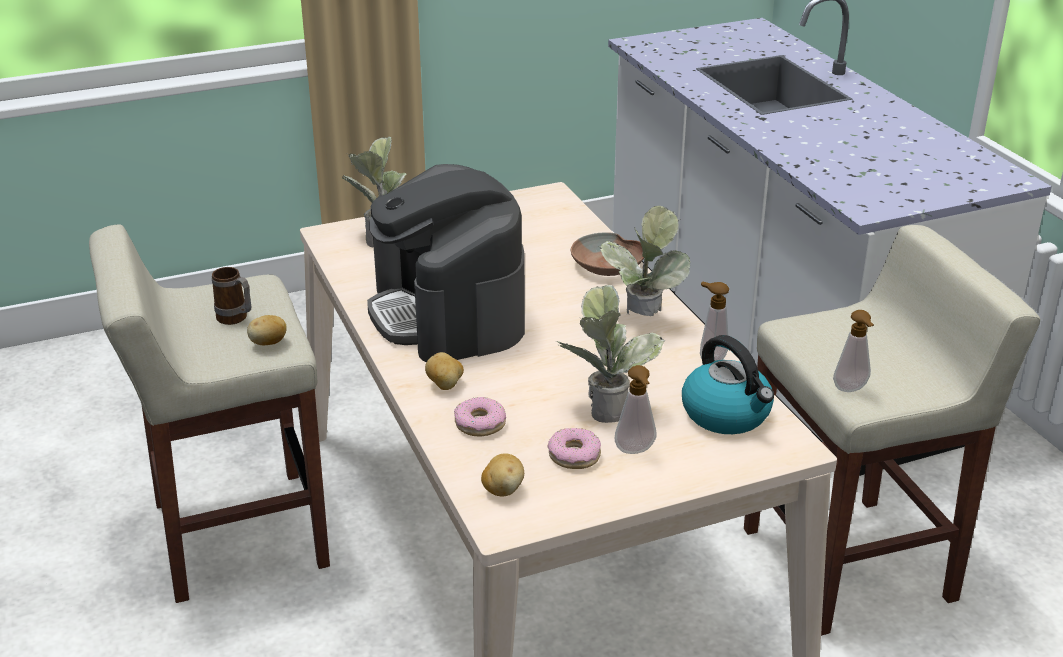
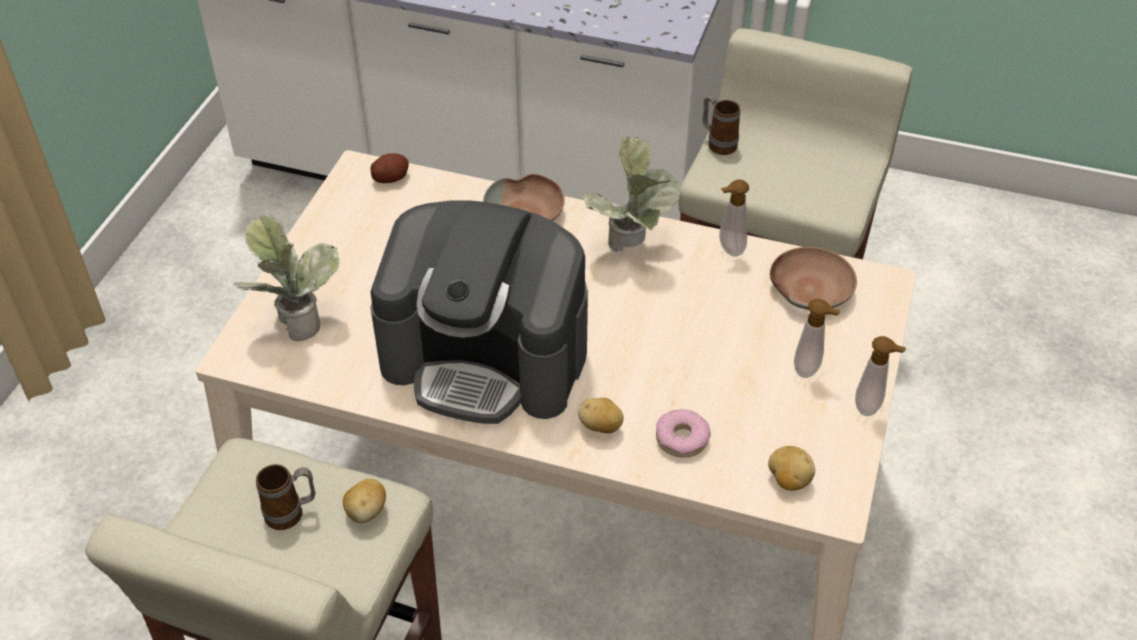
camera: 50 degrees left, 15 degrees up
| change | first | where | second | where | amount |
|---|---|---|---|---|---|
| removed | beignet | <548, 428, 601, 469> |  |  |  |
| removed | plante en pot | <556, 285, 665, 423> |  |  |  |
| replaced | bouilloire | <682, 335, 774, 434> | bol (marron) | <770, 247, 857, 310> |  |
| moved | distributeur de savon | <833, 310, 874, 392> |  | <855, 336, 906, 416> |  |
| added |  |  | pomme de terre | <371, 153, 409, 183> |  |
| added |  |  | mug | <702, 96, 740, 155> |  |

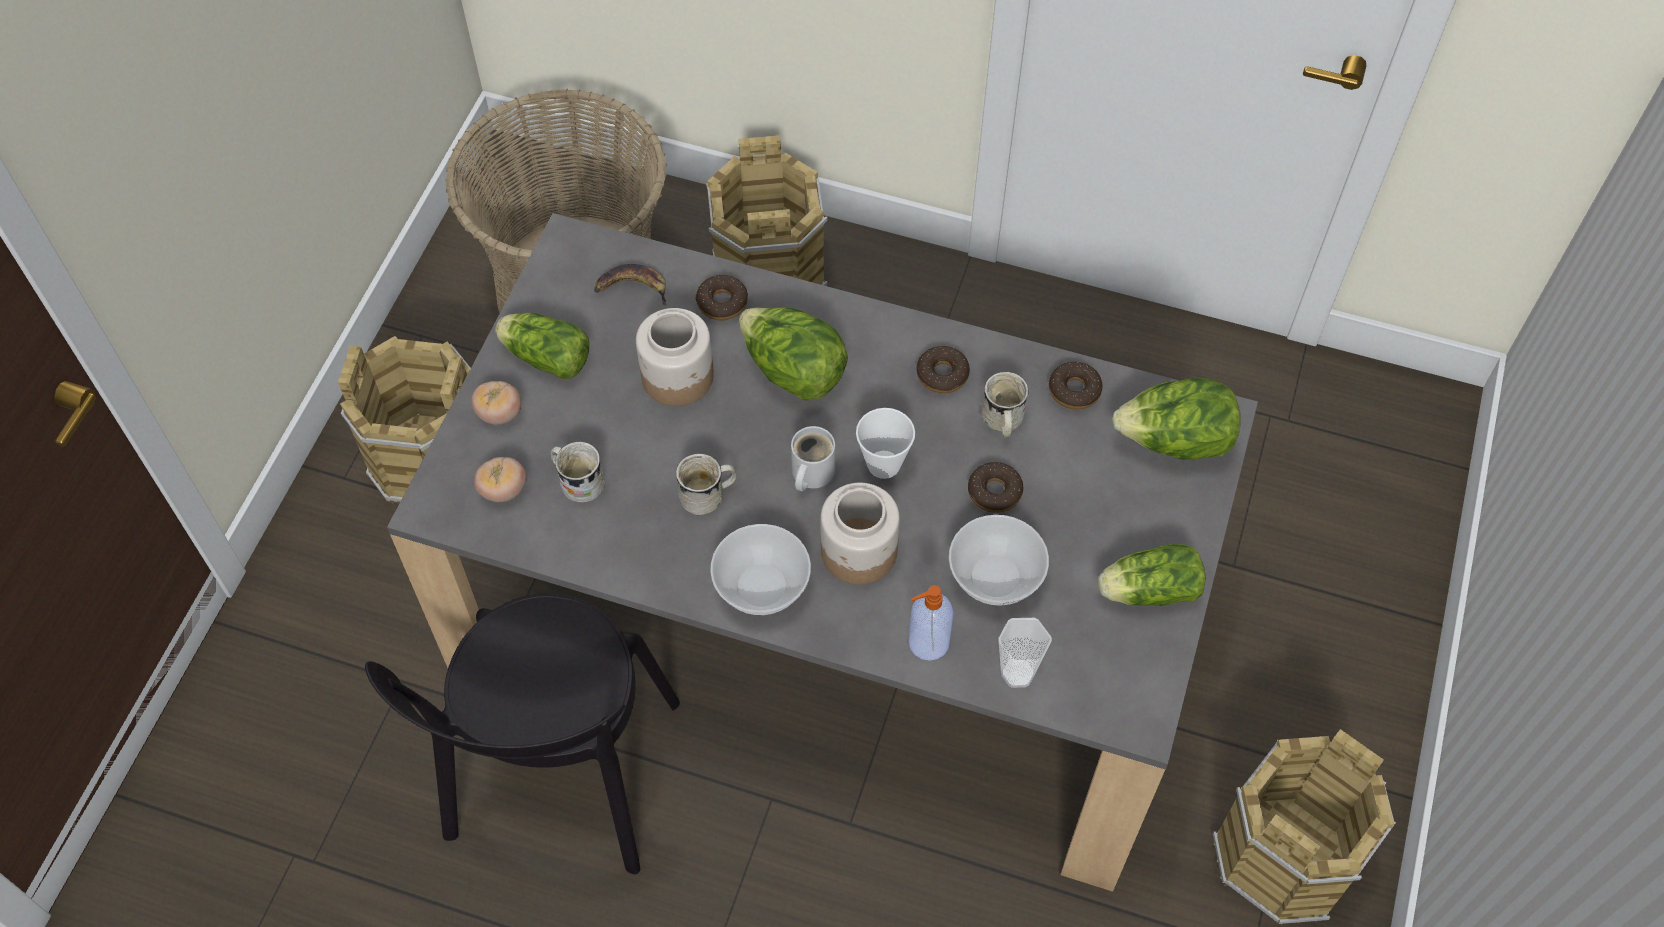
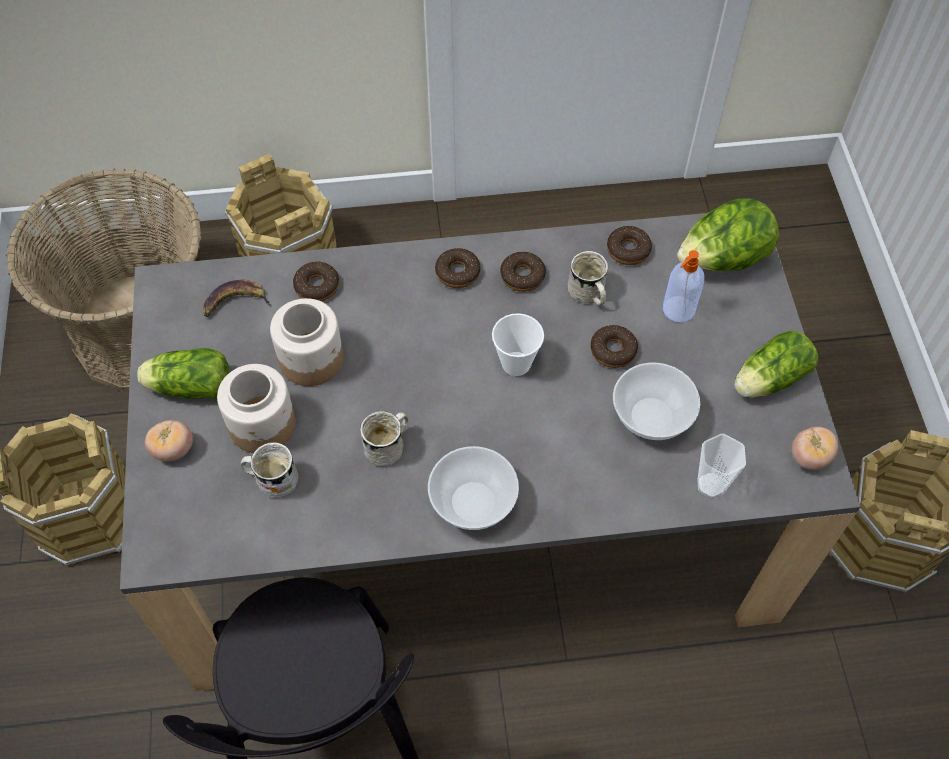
camera: 25 degrees left, 0 degrees up
| change | first | where | second | where | amount |
|---|---|---|---|---|---|
| moved | tomate | <474, 457, 526, 502> |  | <792, 427, 838, 470> |  |
| removed | laitue | <739, 307, 848, 401> |  |  |  |
| removed | mug (blanc) | <791, 426, 835, 491> |  |  |  |
| moved | bocal | <820, 483, 900, 585> |  | <217, 364, 296, 453> |  |
| moved | distributeur de savon | <908, 585, 954, 661> |  | <663, 250, 704, 322> |  |
| added |  |  | beignet | <435, 248, 480, 288> |  |

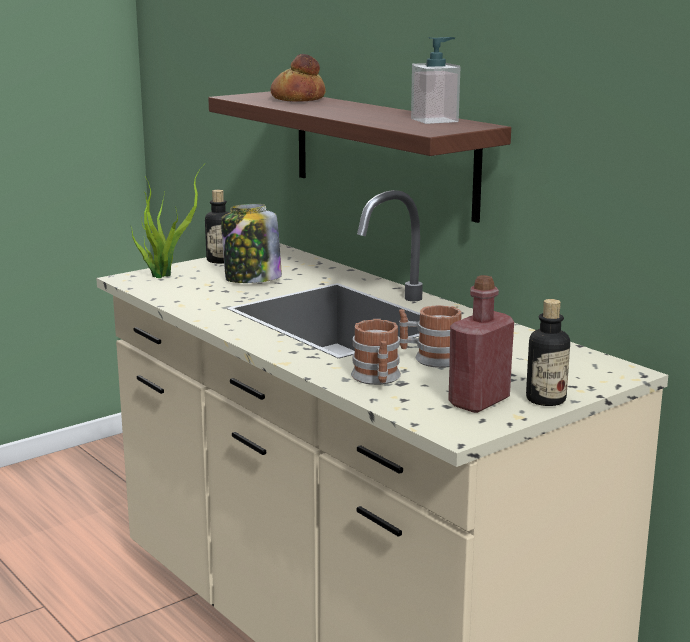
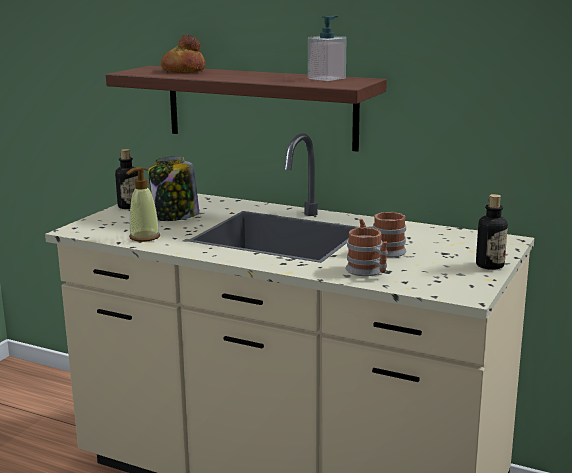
camera: 25 degrees left, 0 degrees up
| change | first | where | second | where | amount |
|---|---|---|---|---|---|
| removed | plante en pot | <130, 165, 204, 278> |  |  |  |
| removed | bouteille (rouge) | <448, 275, 514, 413> |  |  |  |
| added |  |  | distributeur de savon | <126, 167, 160, 242> |  |

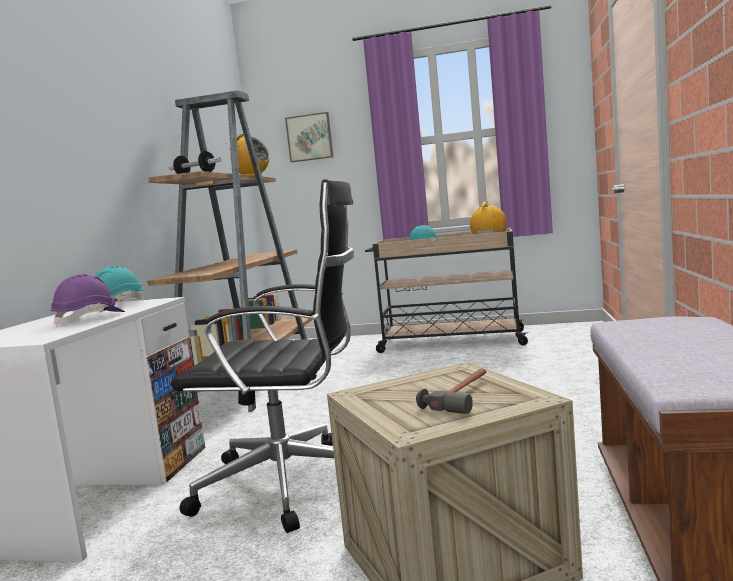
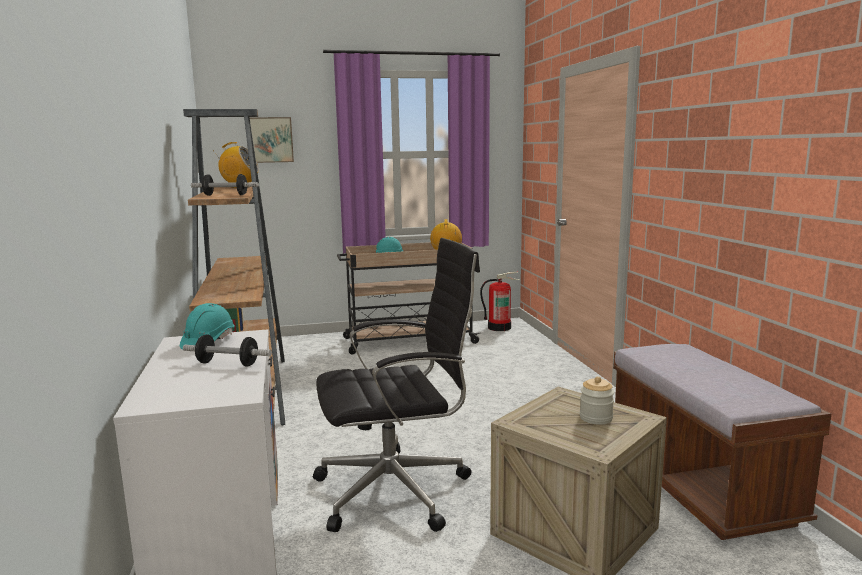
camera: 25 degrees left, 5 degrees up
| change | first | where | second | where | amount |
|---|---|---|---|---|---|
| replaced | casque de chantier (violet) | <51, 274, 125, 327> | haltère | <183, 334, 272, 367> |  |
| replaced | marteau | <416, 369, 486, 414> | bocal | <580, 376, 614, 425> |  |
| added |  |  | extincteur | <480, 271, 520, 331> |  |

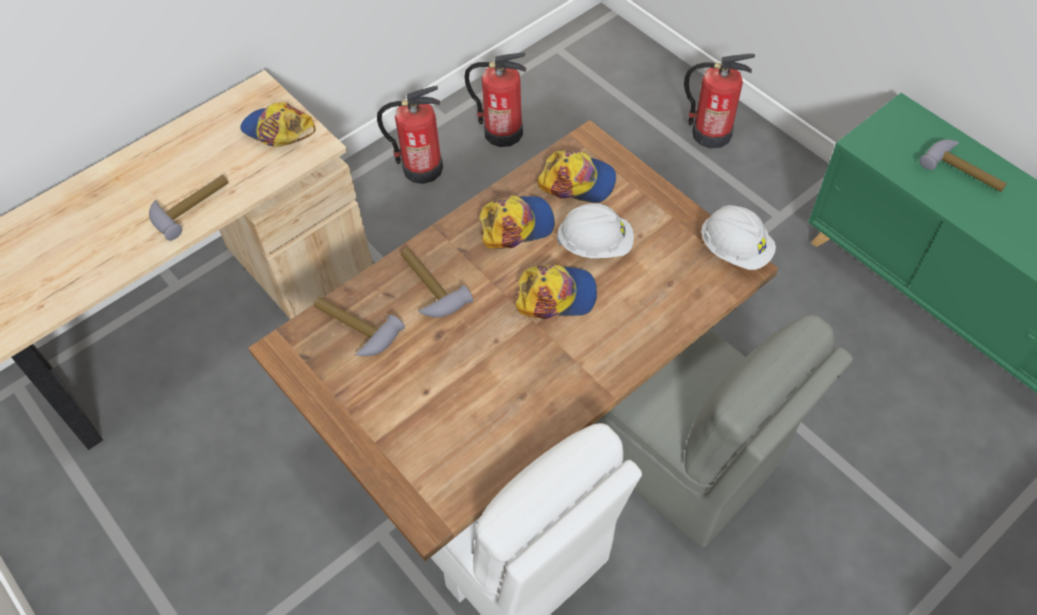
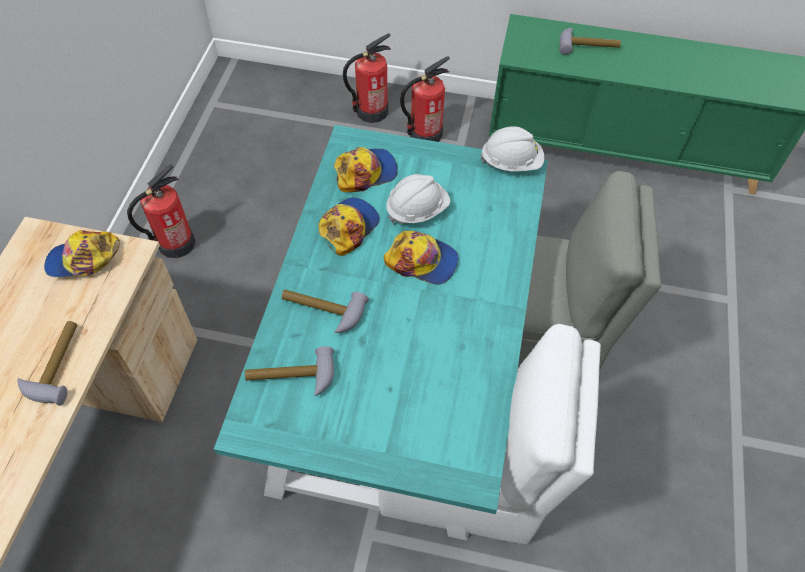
camera: 40 degrees left, 0 degrees up
| change | first | where | second | where | amount |
|---|---|---|---|---|---|
| recoloured | table à manger (marron) | <248, 120, 778, 602> | table à manger (turquoise) | <214, 125, 548, 541> |  |
| moved | extincteur | <464, 53, 526, 147> |  | <400, 56, 450, 142> |  |
| turned | casquette | <515, 265, 597, 319> |  | <384, 231, 459, 285> | 60 degrees clockwise |

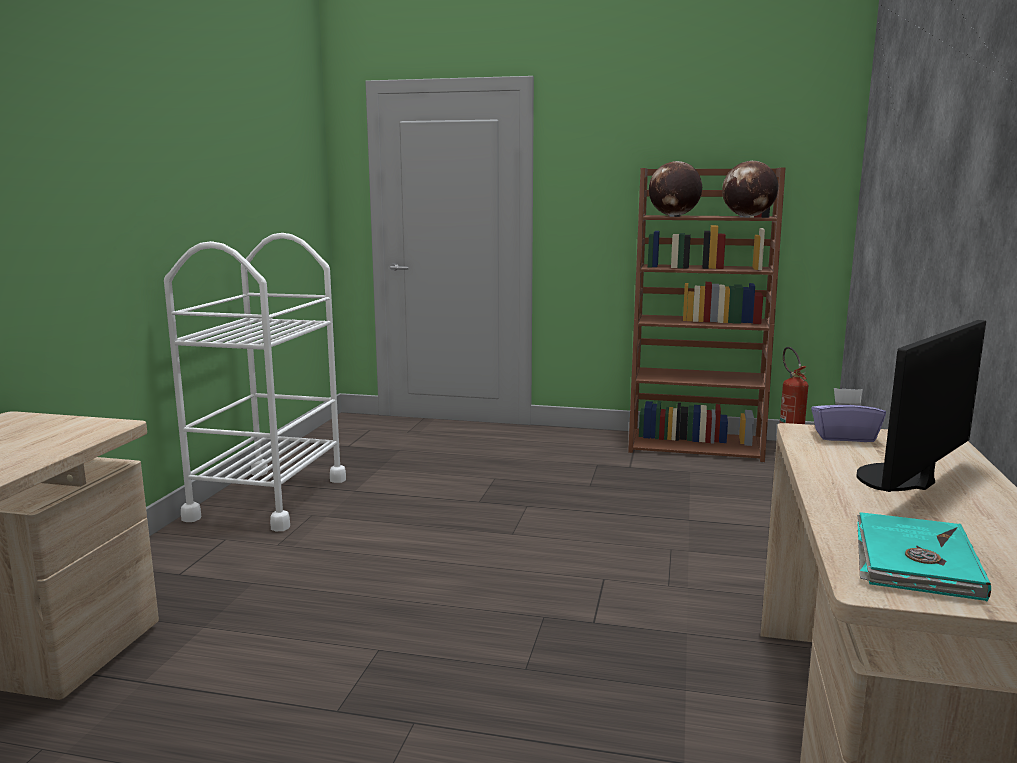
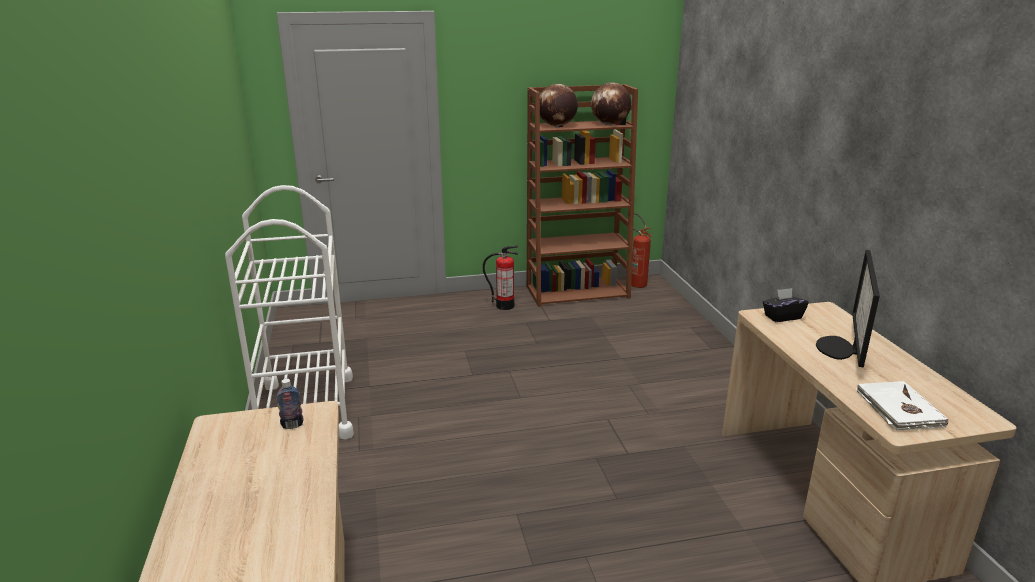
camera: 25 degrees left, 10 degrees up
| change | first | where | second | where | amount |
|---|---|---|---|---|---|
| recoloured | boîte à mouchoirs (violet) | <811, 388, 886, 442> | boîte à mouchoirs (noir) | <763, 288, 809, 322> |  |
| recoloured | livre (turquoise) | <857, 512, 991, 601> | livre (blanc) | <856, 381, 948, 431> |  |
| added |  |  | bouteille | <277, 379, 304, 429> |  |
| added |  |  | extincteur | <483, 246, 518, 310> |  |

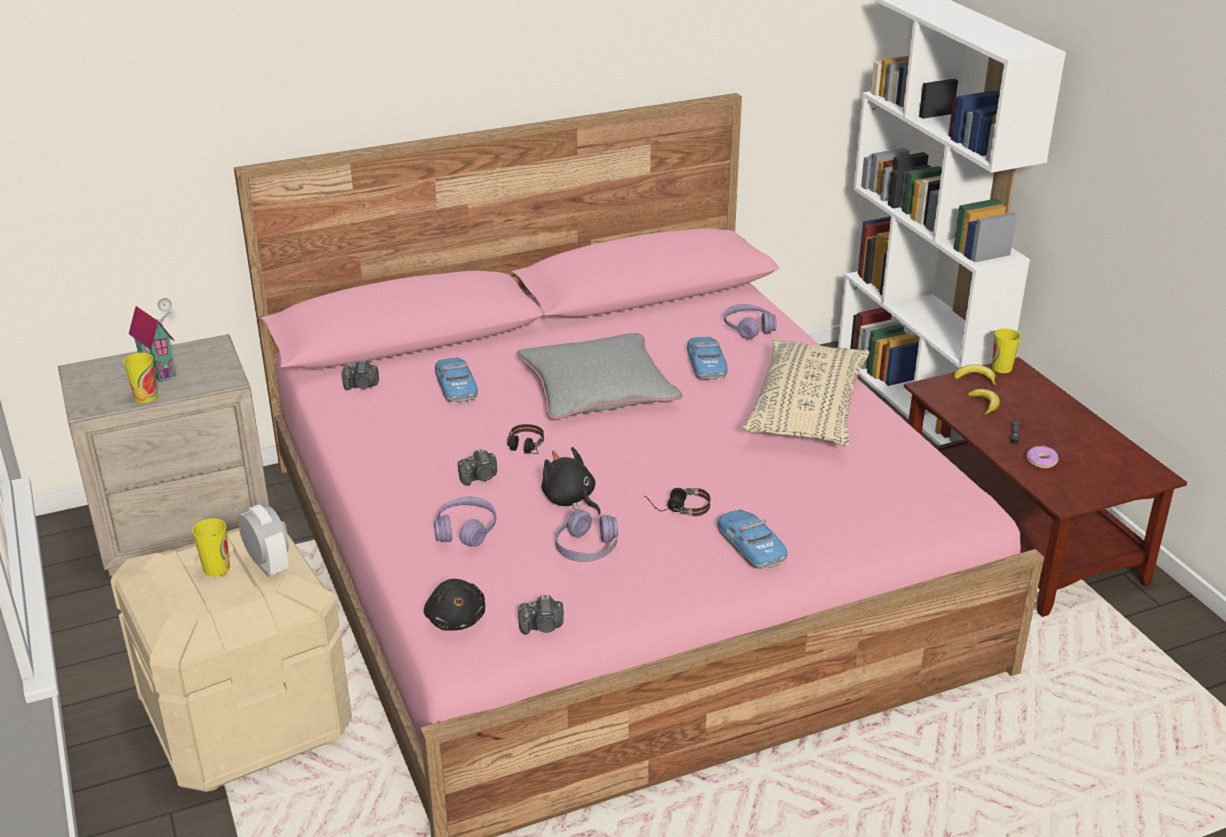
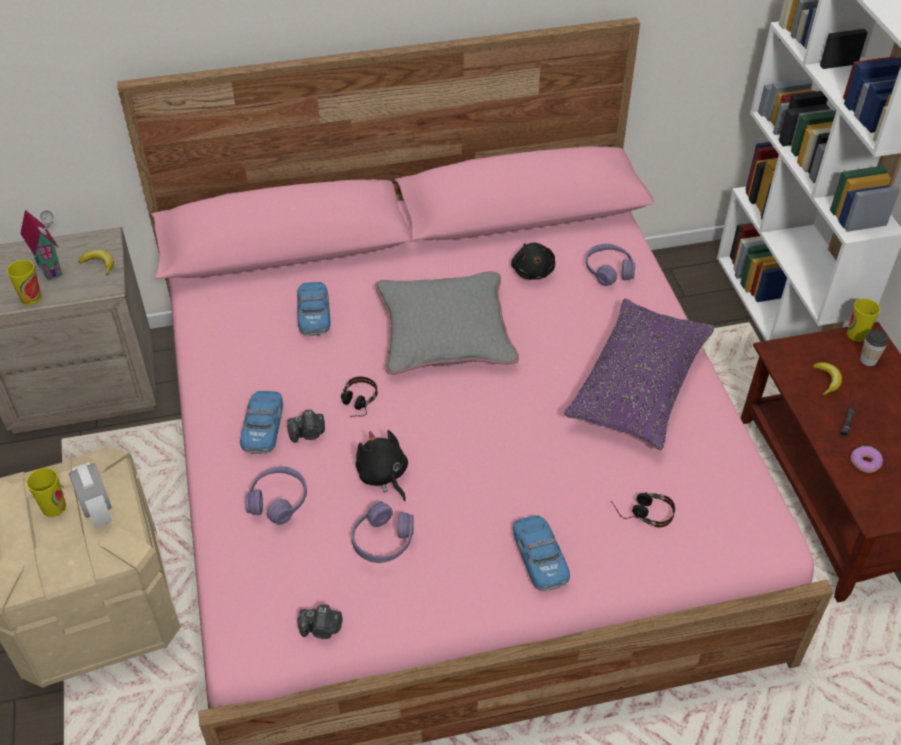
camera: 10 degrees right, 15 degrees up
| change | first | where | second | where | amount |
|---|---|---|---|---|---|
| removed | appareil photo | <342, 359, 379, 390> |  |  |  |
| moved | peluche (noir) | <424, 579, 485, 631> |  | <511, 243, 555, 280> |  |
| moved | casque audio | <644, 488, 710, 516> |  | <611, 492, 675, 527> |  |
| moved | petite voiture | <687, 337, 728, 380> |  | <240, 391, 283, 454> |  |
| recoloured | coussin (beige) | <743, 338, 869, 446> | coussin (violet) | <564, 299, 715, 450> |  |
| moved | banane | <954, 364, 996, 386> |  | <78, 250, 114, 276> |  |
| added |  |  | tasse | <860, 330, 889, 366> |  |

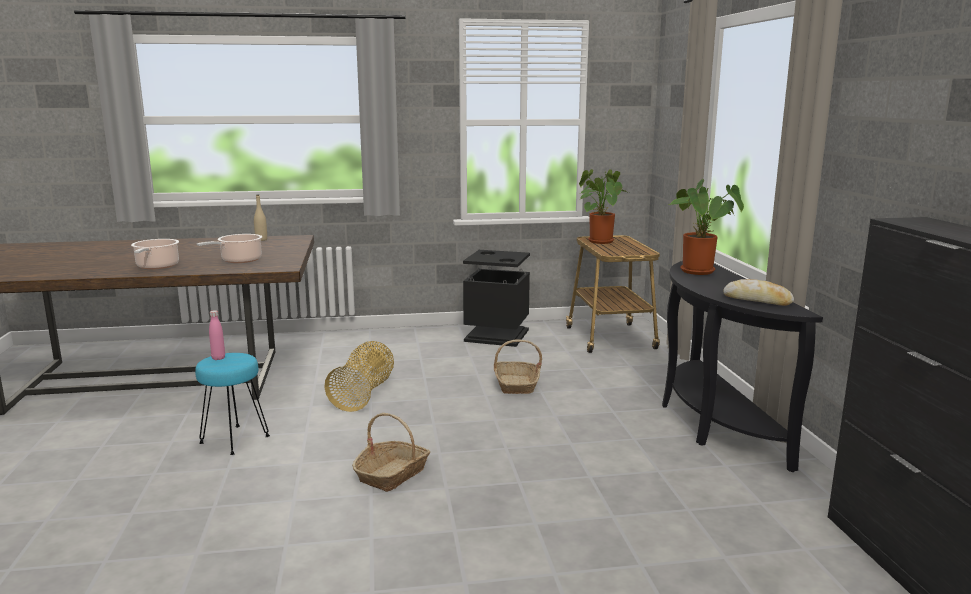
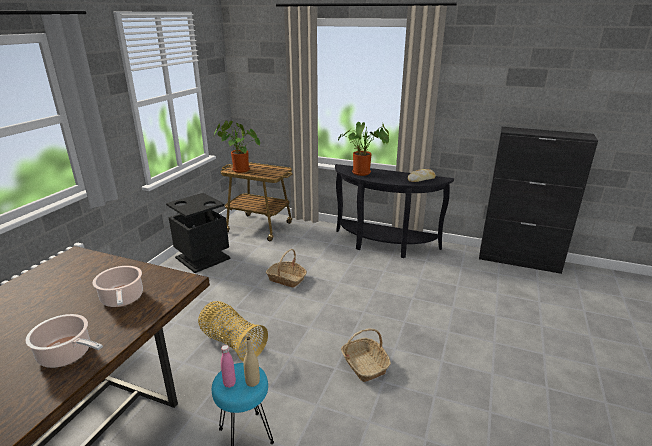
camera: 60 degrees left, 10 degrees up
| change | first | where | second | where | amount |
|---|---|---|---|---|---|
| moved | bouteille (beige) | <254, 195, 267, 241> |  | <243, 337, 260, 387> |  |

